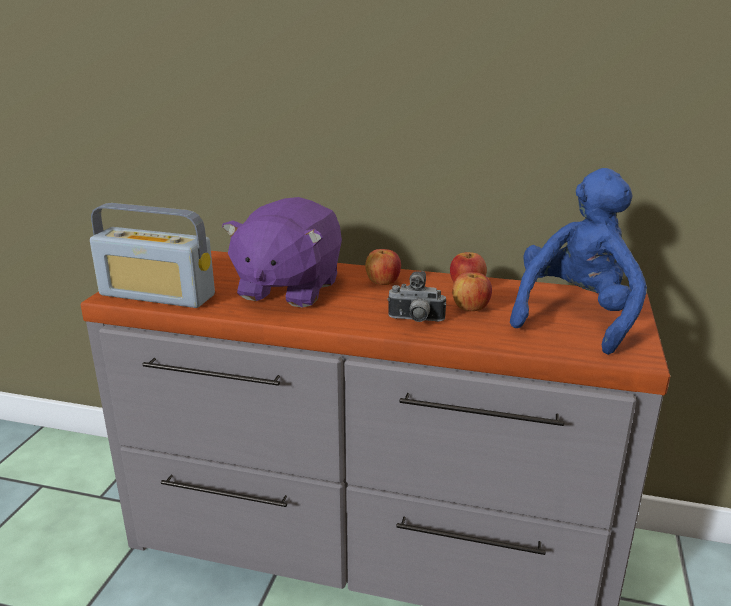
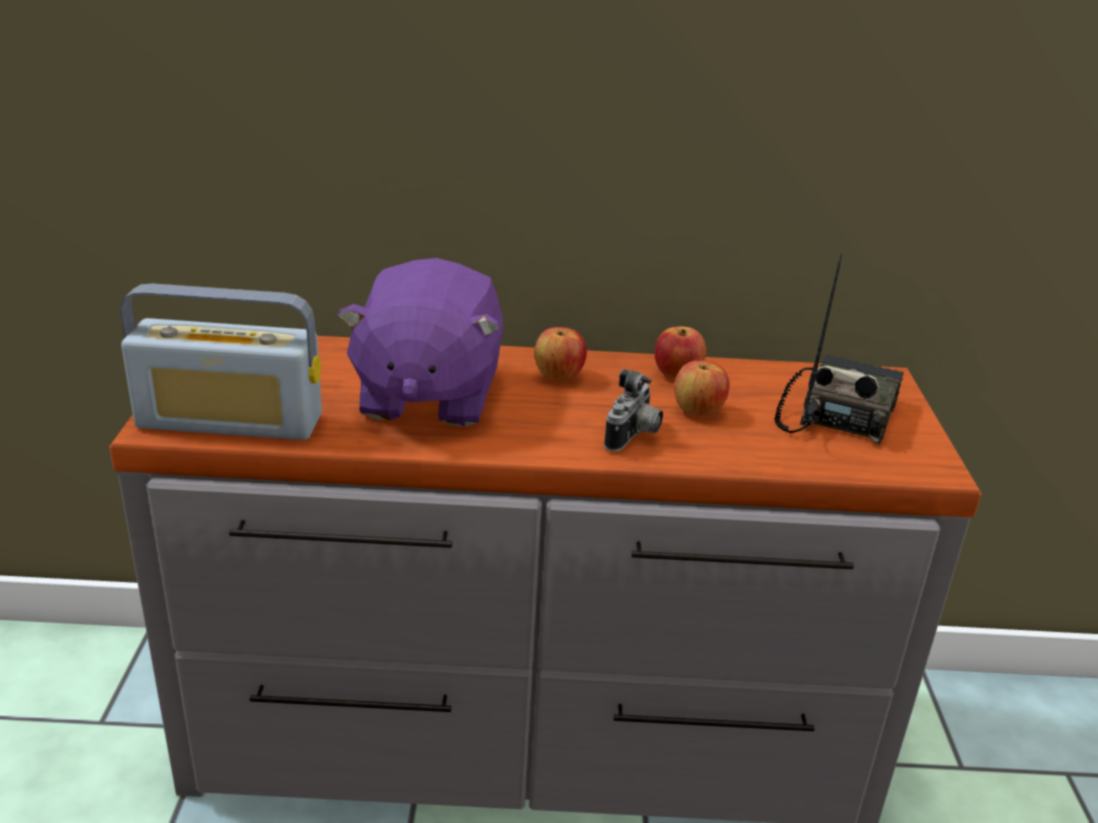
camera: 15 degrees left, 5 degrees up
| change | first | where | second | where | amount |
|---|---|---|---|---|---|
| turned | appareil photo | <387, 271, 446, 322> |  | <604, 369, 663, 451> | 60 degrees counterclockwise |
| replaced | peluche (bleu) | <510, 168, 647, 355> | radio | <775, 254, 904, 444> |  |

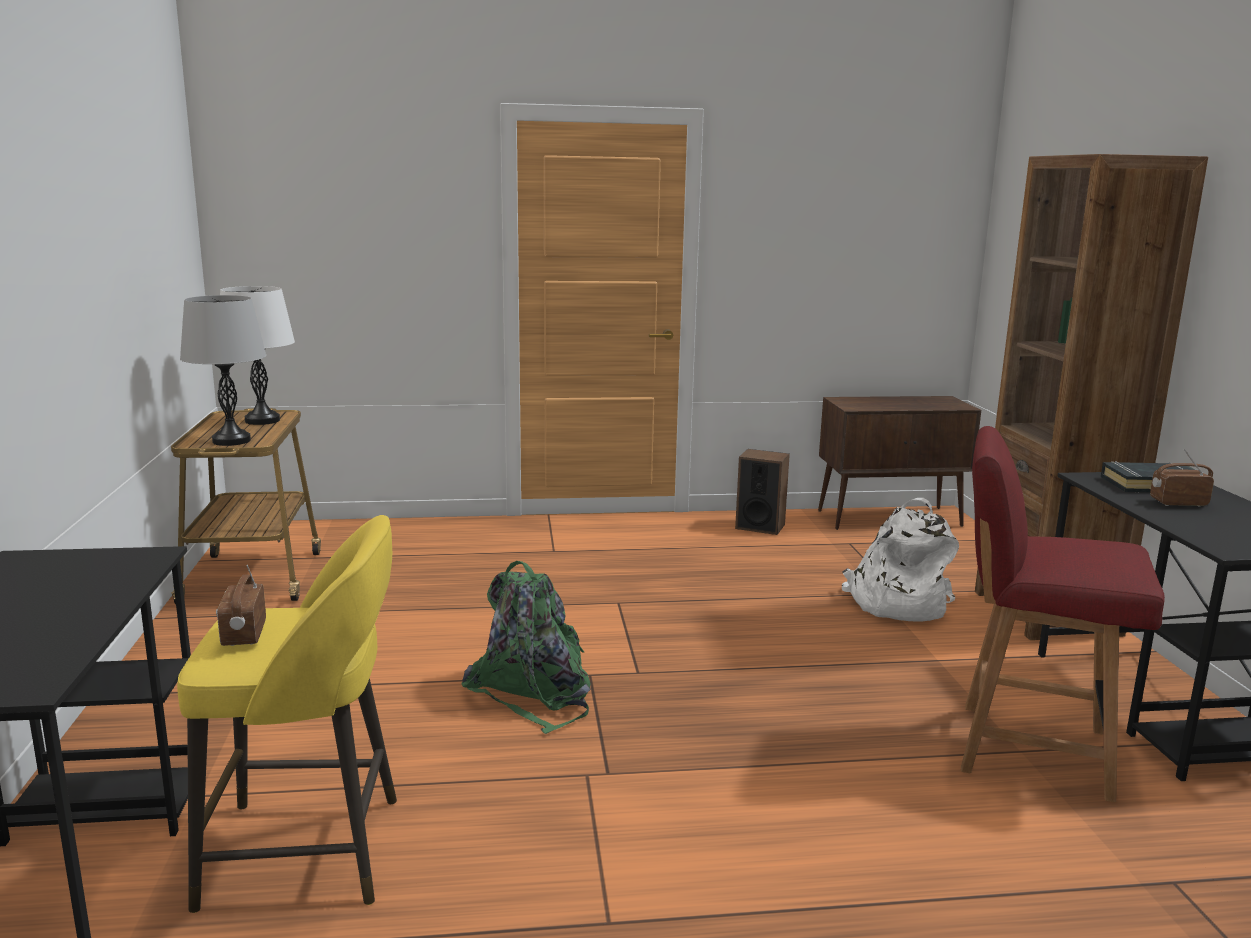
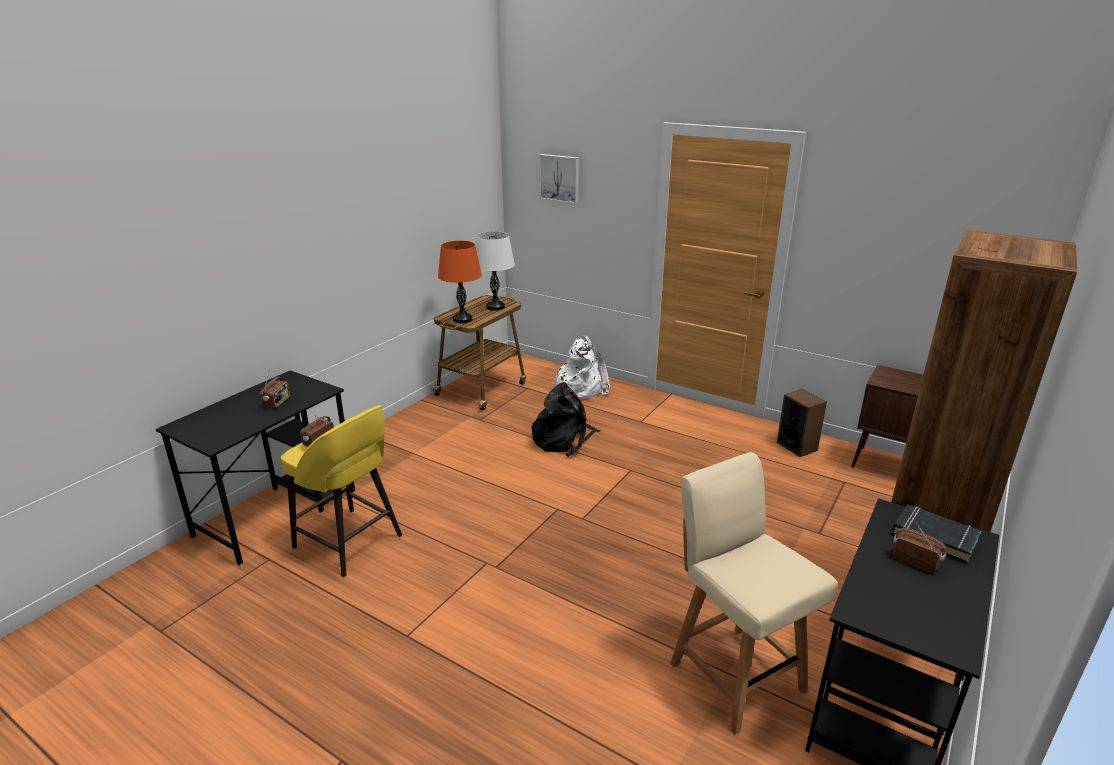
camera: 40 degrees right, 10 degrees up
| change | first | where | second | where | amount |
|---|---|---|---|---|---|
| recoloured | lampe de table (gris) | <180, 295, 266, 446> | lampe de table (orange) | <438, 241, 482, 323> |  |
| removed | sac à dos (vert) | <461, 561, 591, 734> |  |  |  |
| moved | sac à dos (blanc) | <842, 498, 959, 622> |  | <553, 335, 610, 399> |  |
| recoloured | chaise (rouge) | <961, 426, 1165, 802> | chaise (beige) | <670, 452, 838, 735> |  |
| added |  |  | radio | <260, 369, 290, 408> |  |
| added |  |  | sac à dos (noir) | <532, 382, 601, 457> |  |
| added |  |  | tableau | <539, 154, 579, 204> |  |

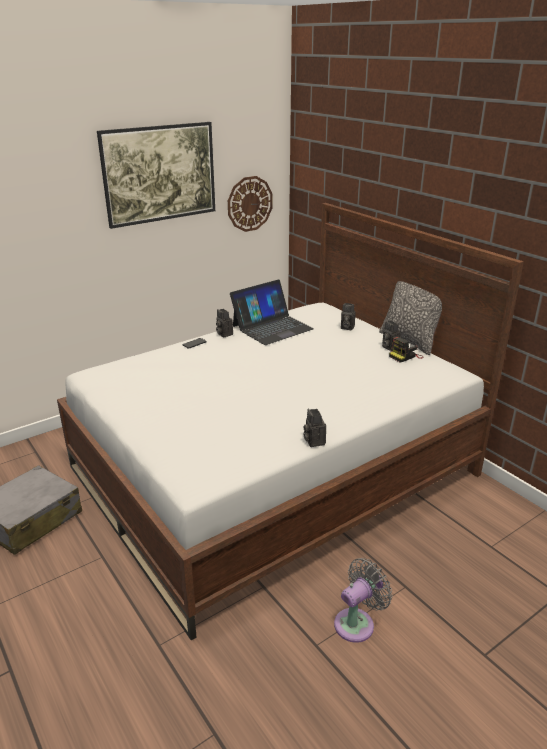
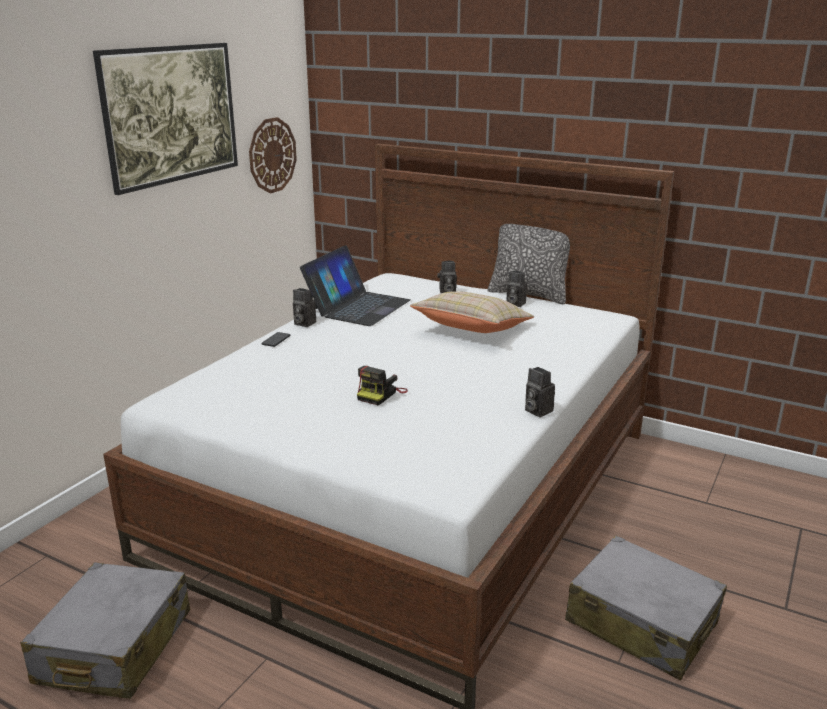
camera: 25 degrees left, 5 degrees down
| change | first | where | second | where | amount |
|---|---|---|---|---|---|
| replaced | ventilateur (gris) | <334, 558, 392, 643> | valise (gris) | <565, 535, 727, 680> |  |
| moved | appareil photo | <389, 336, 424, 363> |  | <357, 366, 408, 406> |  |
| added |  |  | coussin (beige) | <410, 291, 534, 333> |  |

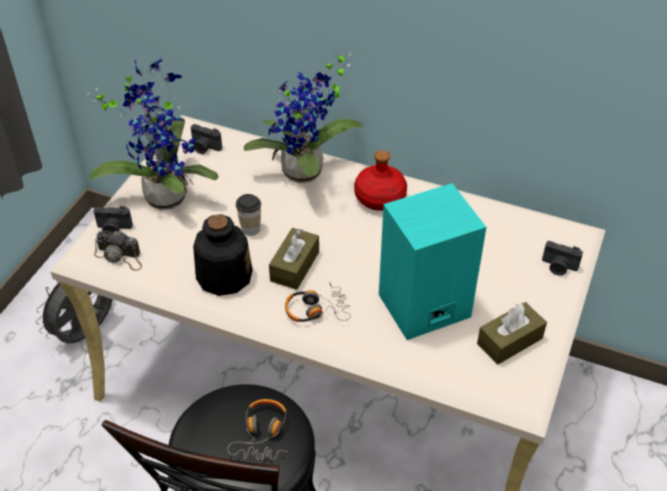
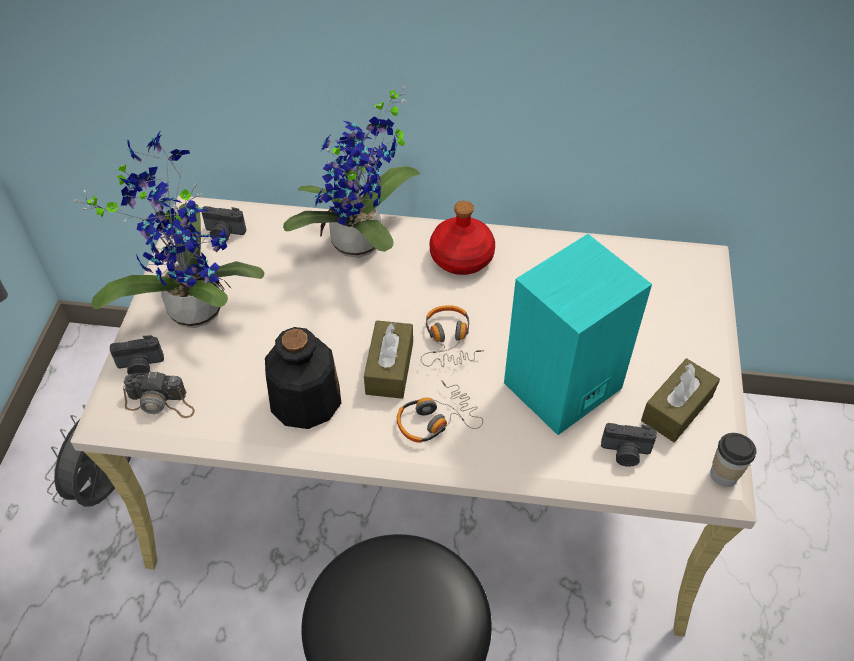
camera: 15 degrees left, 5 degrees up
| change | first | where | second | where | amount |
|---|---|---|---|---|---|
| moved | casque audio | <227, 399, 288, 460> |  | <421, 305, 484, 367> |  |
| moved | tasse | <236, 194, 261, 236> |  | <710, 433, 756, 487> |  |
| moved | appareil photo | <542, 241, 583, 276> |  | <601, 423, 657, 467> |  |

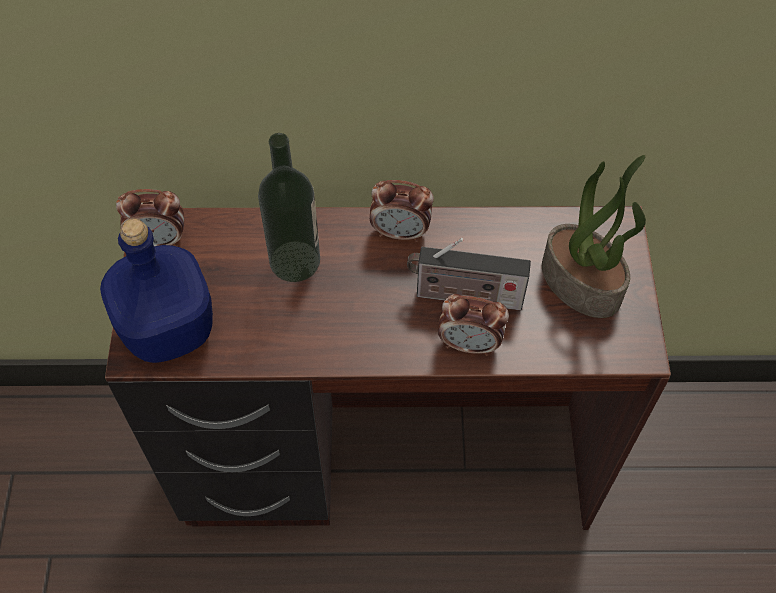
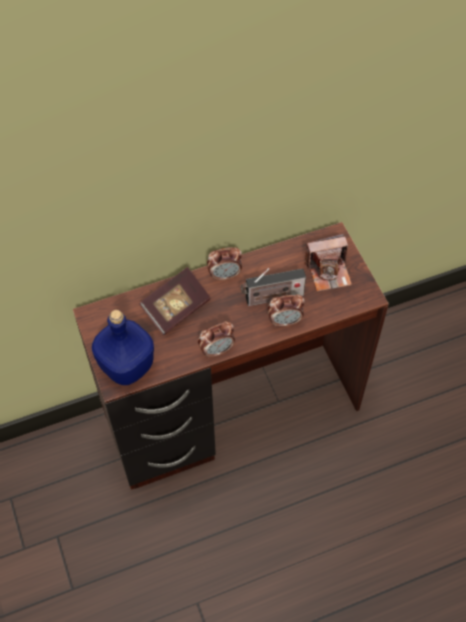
camera: 20 degrees left, 0 degrees up
| change | first | where | second | where | amount |
|---|---|---|---|---|---|
| moved | réveil | <116, 189, 184, 247> |  | <198, 321, 235, 359> |  |
| replaced | bouteille | <258, 133, 320, 282> | livre | <139, 267, 211, 335> |  |
| replaced | plante en pot | <542, 155, 646, 318> | appareil photo | <304, 234, 352, 292> |  |

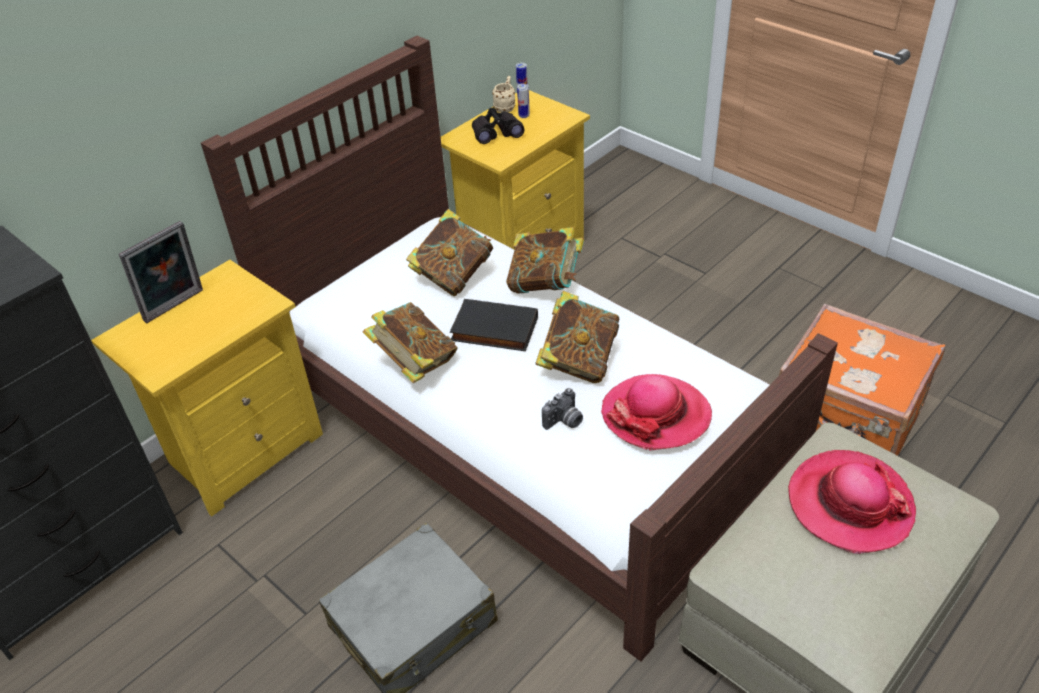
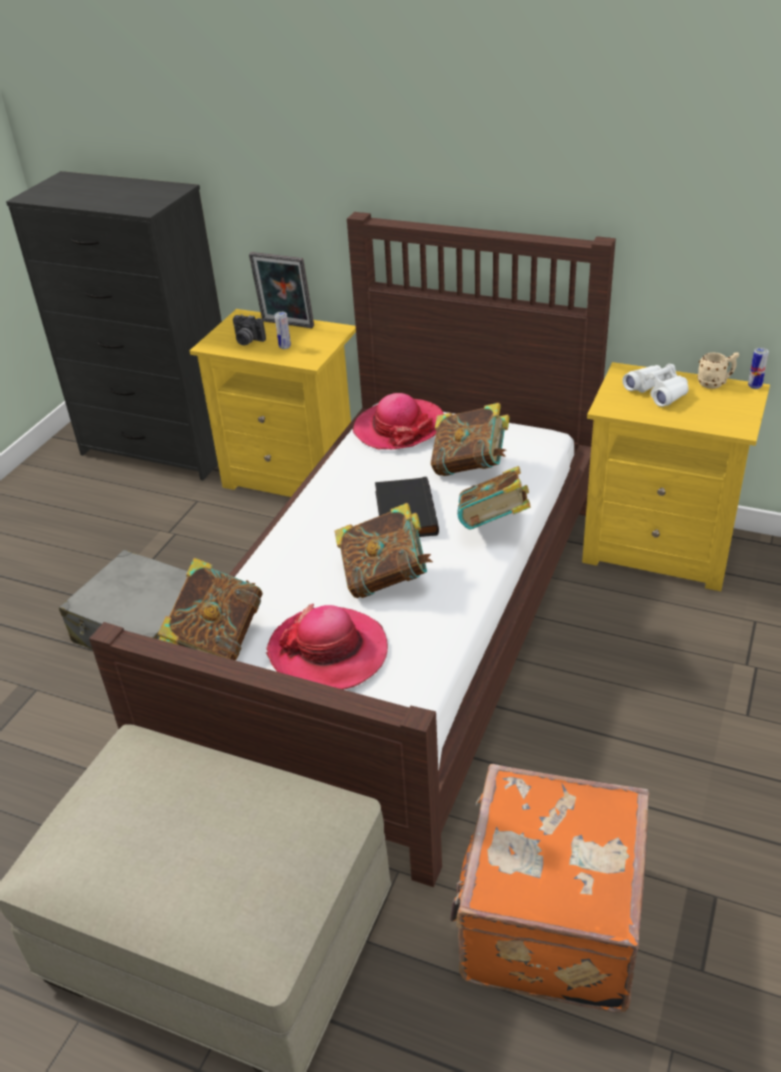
camera: 70 degrees right, 5 degrees down
| change | first | where | second | where | amount |
|---|---|---|---|---|---|
| moved | livre | <363, 302, 458, 383> |  | <158, 558, 263, 660> |  |
| recoloured | jumelles (noir) | <472, 108, 525, 144> | jumelles (blanc) | <622, 364, 689, 407> |  |
| moved | boîte métallique | <517, 84, 530, 118> |  | <275, 312, 291, 349> |  |
| moved | appareil photo | <542, 388, 583, 430> |  | <233, 314, 266, 345> |  |
| moved | chapeau | <788, 450, 916, 554> |  | <352, 393, 444, 449> |  |

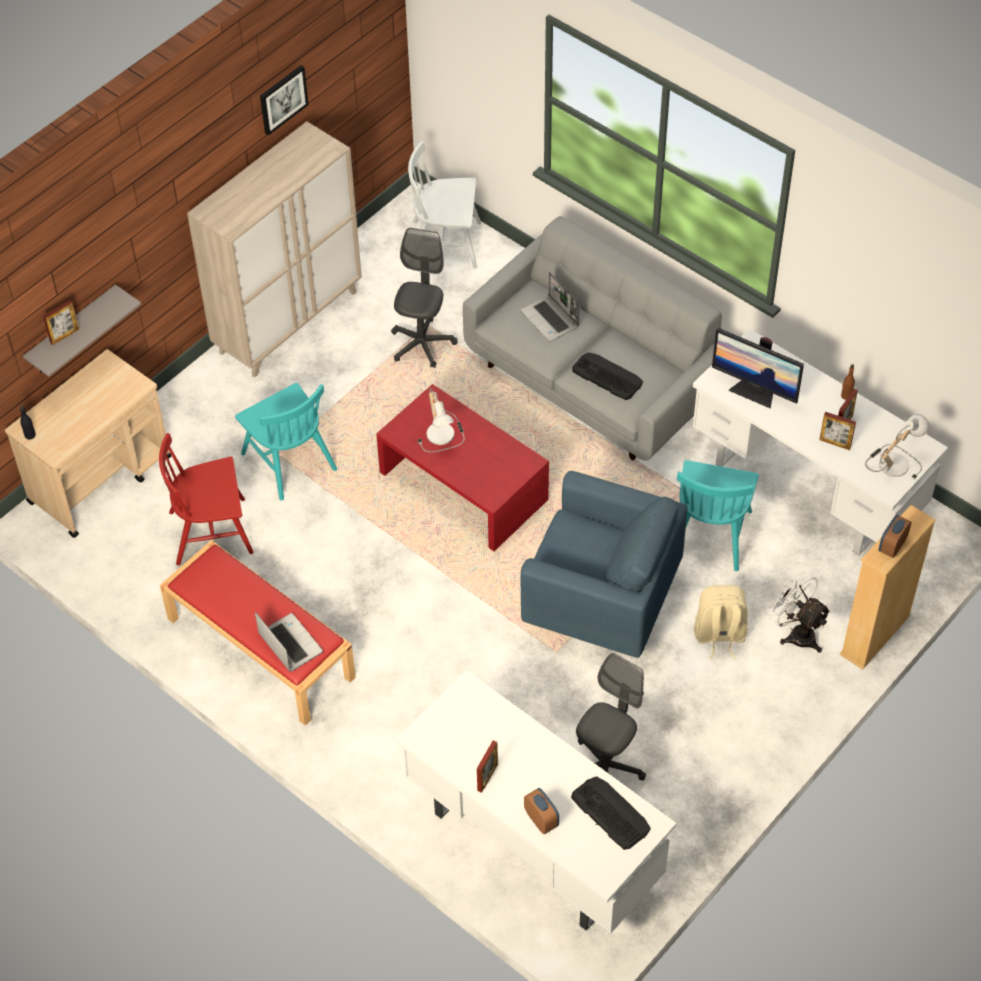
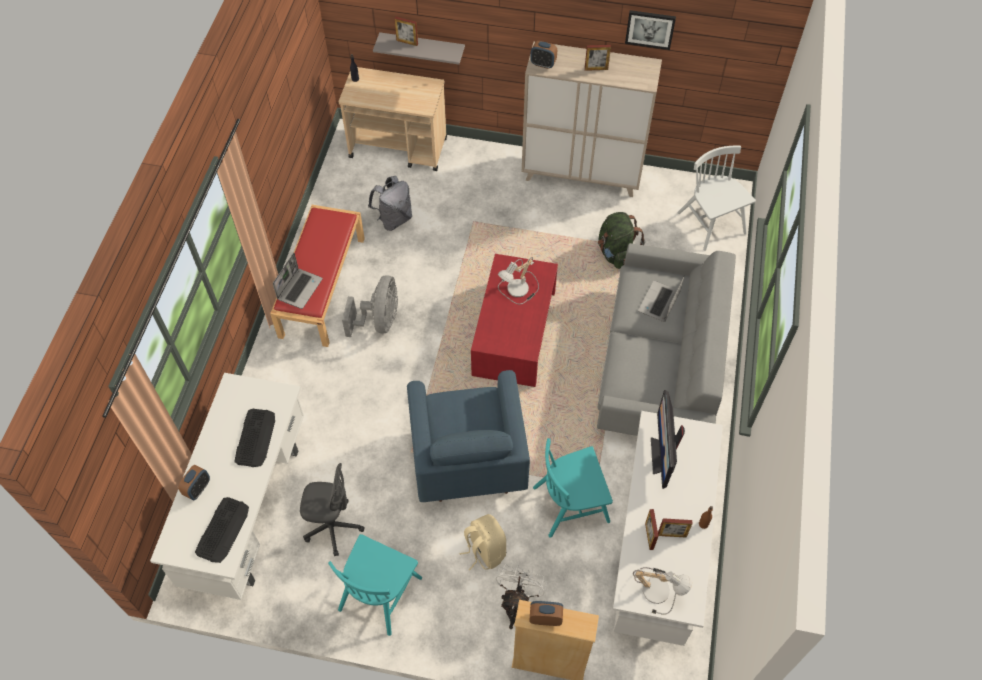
camera: 60 degrees right, 5 degrees up
| change | first | where | second | where | amount |
|---|---|---|---|---|---|
| replaced | chaise (rouge) | <159, 433, 254, 565> | sac à dos (gris) | <368, 176, 412, 231> |  |
| moved | chaise (turquoise) | <235, 383, 337, 501> |  | <328, 534, 422, 636> |  |
| replaced | chaise de bureau (gris) | <391, 228, 457, 368> | sac à dos (vert) | <598, 212, 645, 269> |  |
| moved | cadre photo | <477, 740, 498, 793> |  | <585, 45, 611, 71> |  |
| moved | clavier | <572, 352, 643, 400> |  | <234, 409, 275, 467> |  |
| added |  |  | ventilateur (gris) | <342, 275, 398, 337> |  |
| added |  |  | réveil | <530, 41, 557, 69> |  |

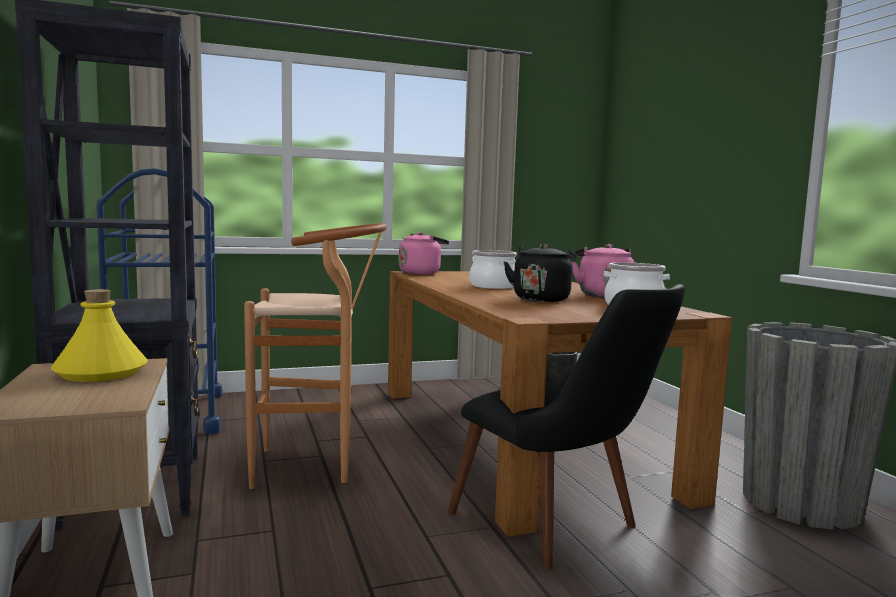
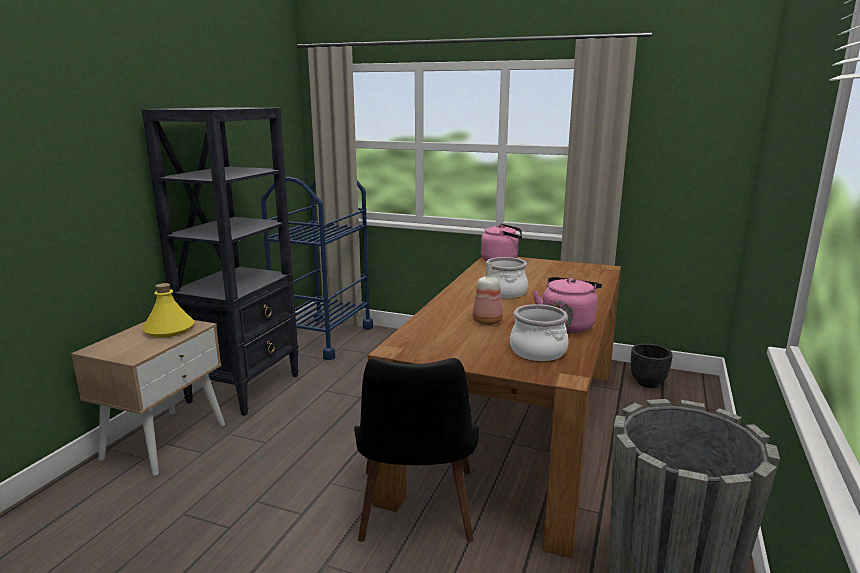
camera: 40 degrees right, 10 degrees up
| change | first | where | second | where | amount |
|---|---|---|---|---|---|
| removed | tabouret (marron) | <244, 223, 387, 489> |  |  |  |
| replaced | bouilloire (noir) | <504, 244, 577, 302> | bouteille | <473, 262, 503, 325> |  |

